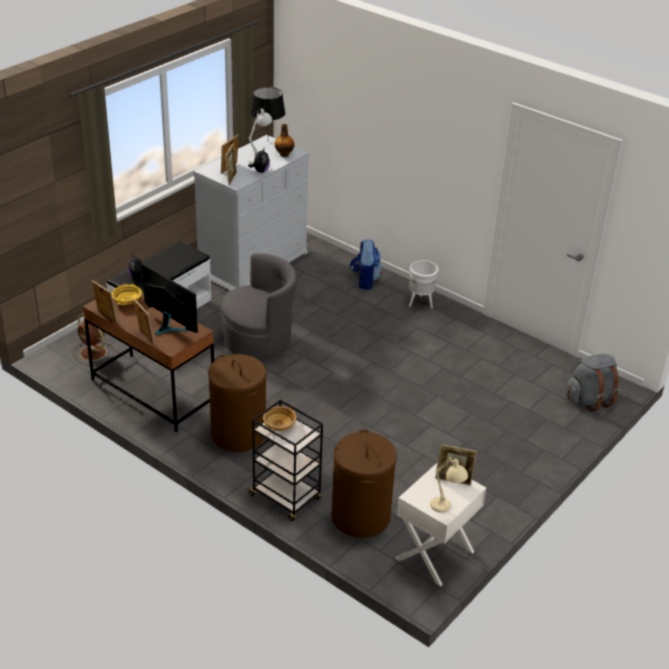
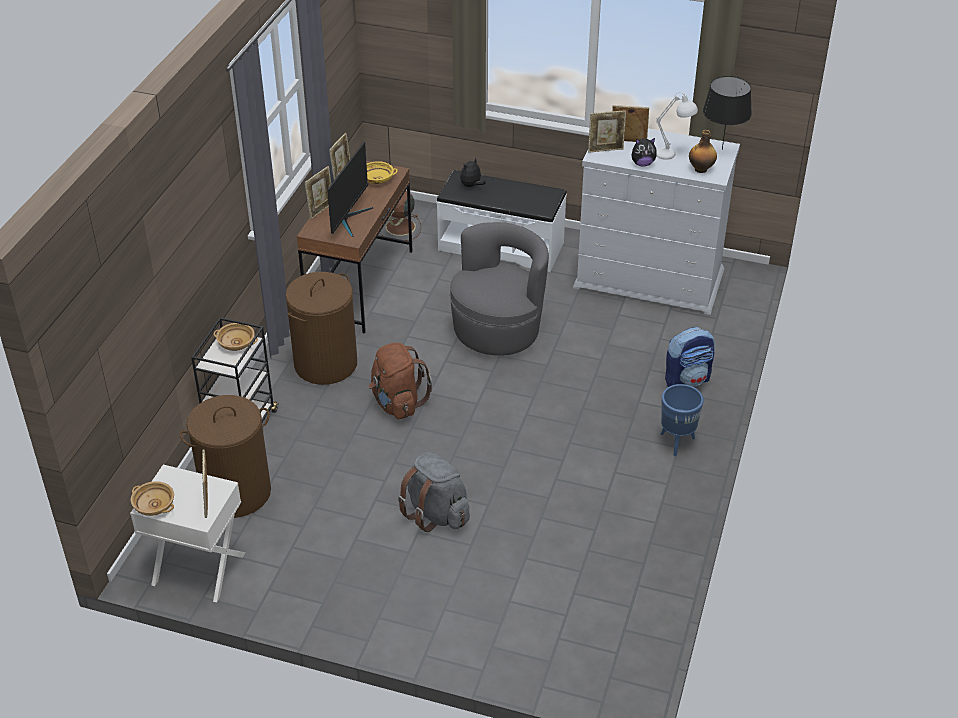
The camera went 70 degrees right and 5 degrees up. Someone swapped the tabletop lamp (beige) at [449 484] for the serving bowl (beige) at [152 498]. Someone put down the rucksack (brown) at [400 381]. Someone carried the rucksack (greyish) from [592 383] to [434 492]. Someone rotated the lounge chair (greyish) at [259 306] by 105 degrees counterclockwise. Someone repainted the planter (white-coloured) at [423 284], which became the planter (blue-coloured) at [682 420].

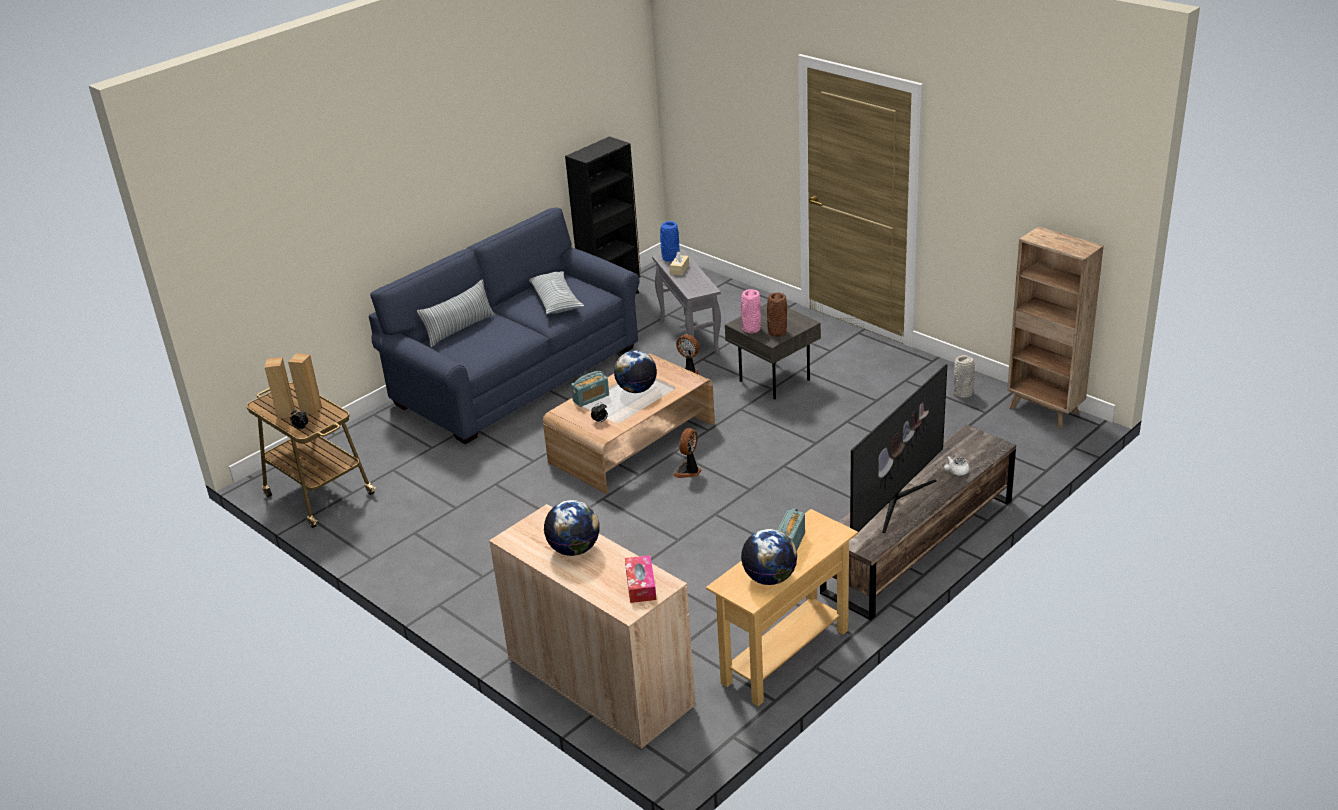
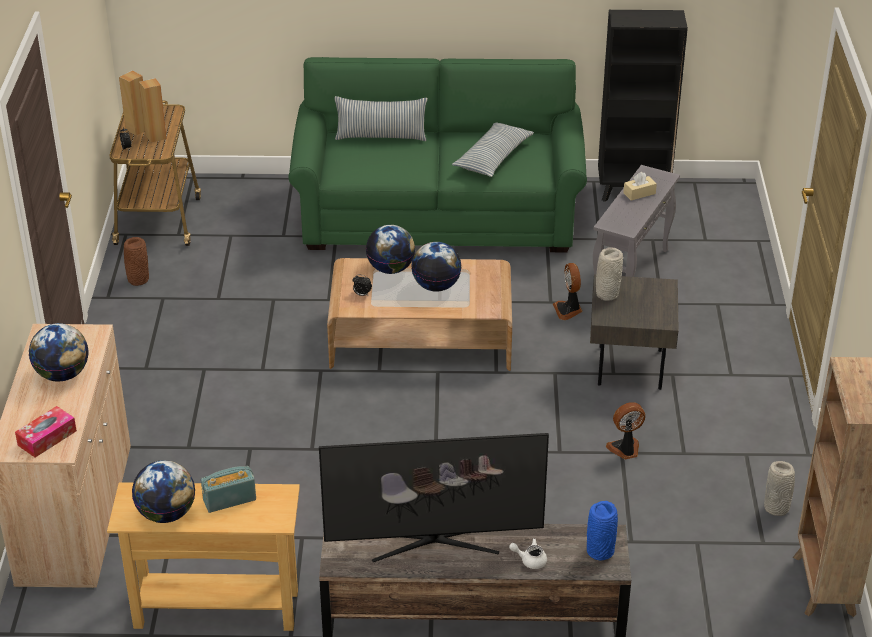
The camera went 45 degrees right and 5 degrees up. Someone carried the flower vase (brown) from [777 314] to [136 261]. Someone repainted the sofa (blue-coloured) at [504 326], which became the sofa (greenish) at [437 154]. Someone swapped the radio at [590 389] for the globe at [390 249]. Someone carried the flower vase (blue-coloured) from [669 241] to [602 531]. Someone repainted the flower vase (pink) at [751 311], which became the flower vase (greyish) at [609 274]. Someone carried the cooling fan from [687 453] to [625 431].

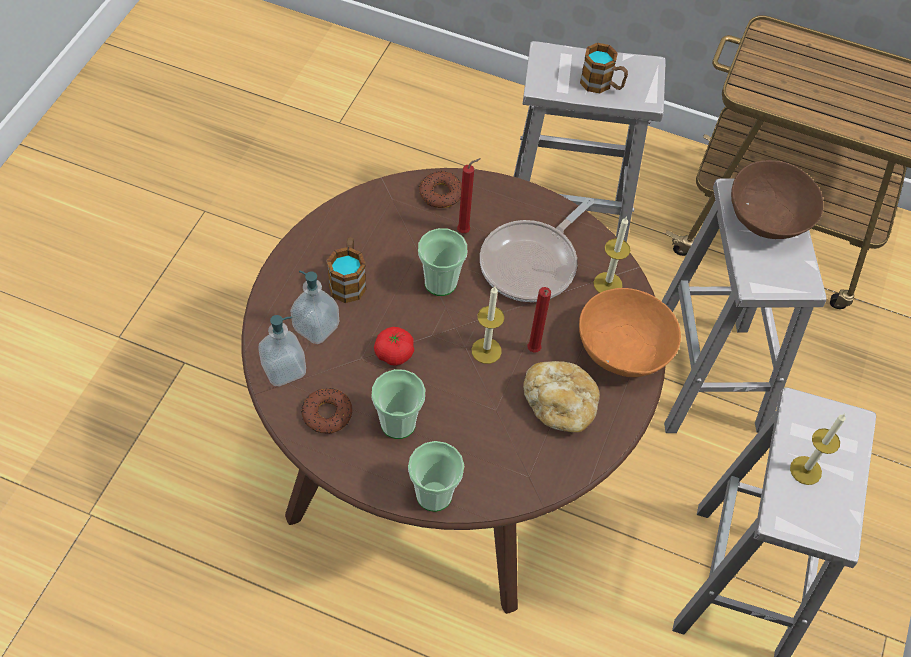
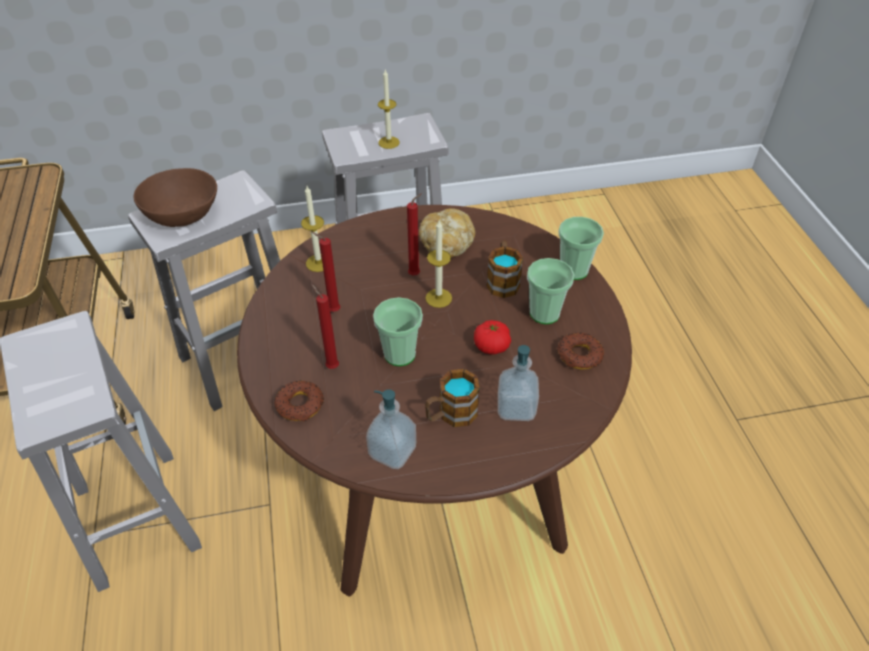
The camera went 120 degrees left and 10 degrees down. Someone swapped the frying pan at [537 250] for the candle (reddish) at [326 272]. Someone carried the soap dispenser from [282 350] to [391 429]. Someone carried the tea mug from [604 68] to [504 269]. Someone took away the serving bowl (orange-coloured) at [630 332].

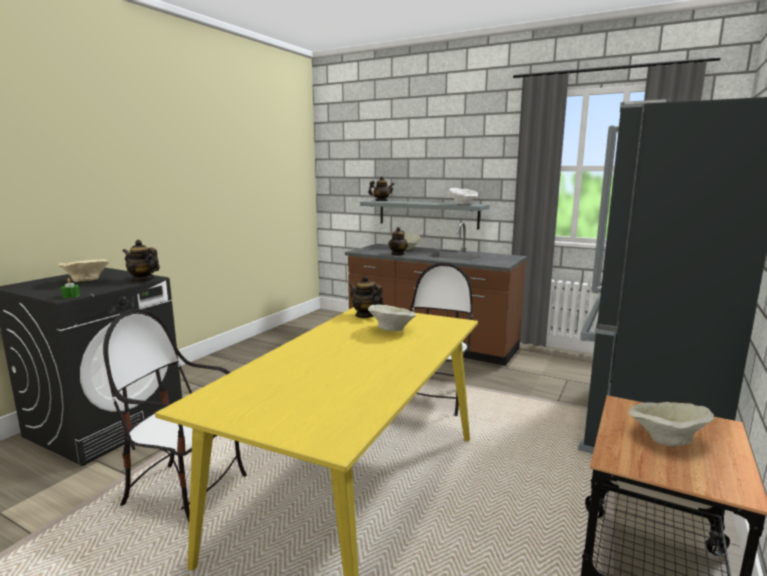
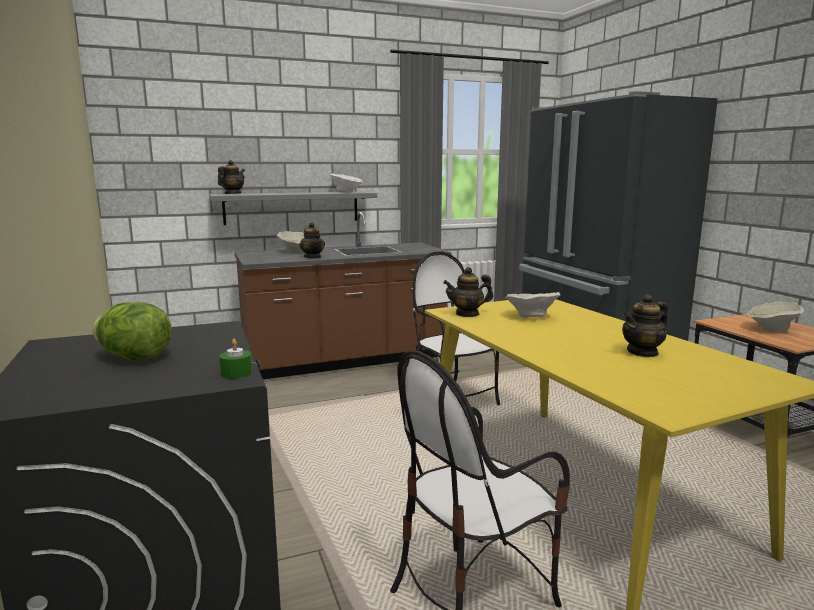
The camera went 50 degrees left and 0 degrees up. Someone swapped the serving bowl (beige) at [83 270] for the head of lettuce at [132 331]. Someone carried the tea pot from [141 261] to [645 325].

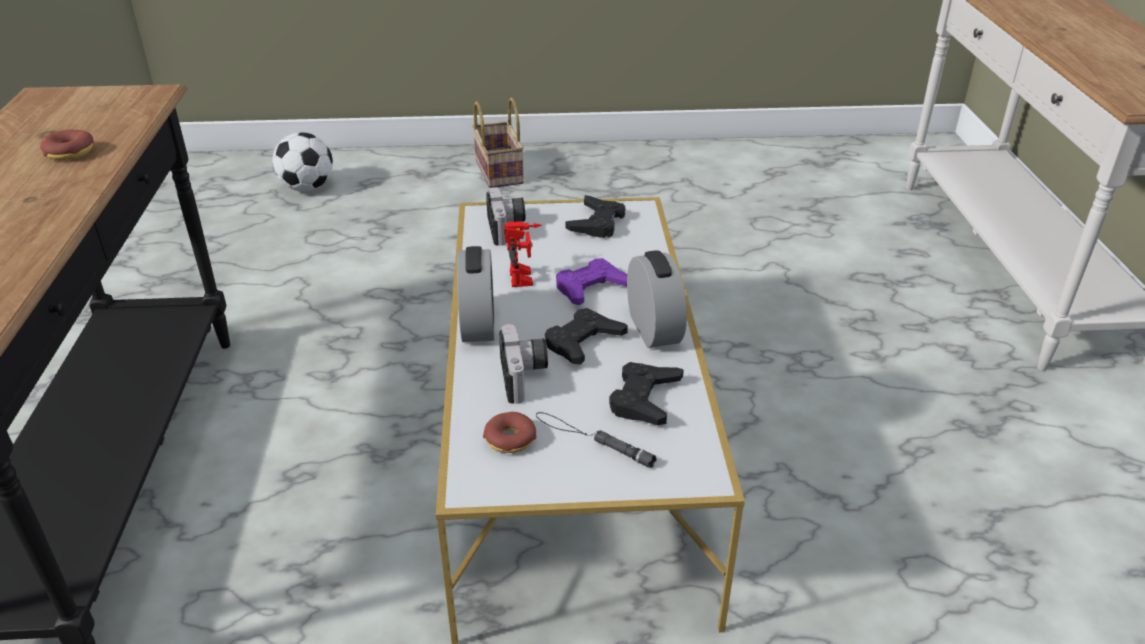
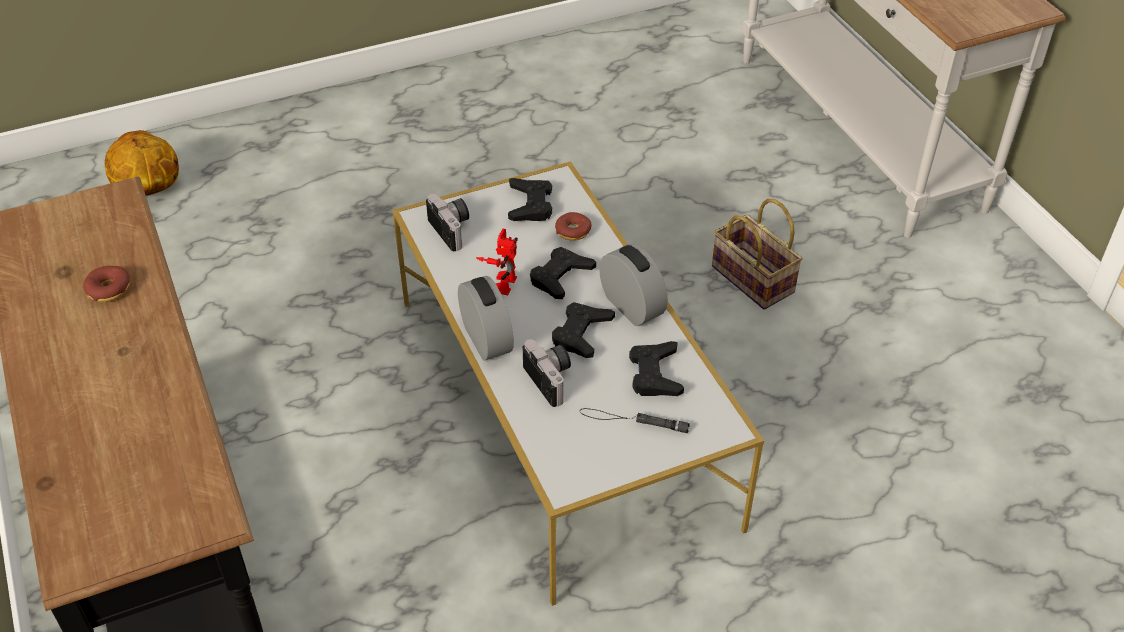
The camera went 20 degrees left and 10 degrees up. Someone swapped the football at [302 162] for the basketball at [142 163]. Someone rotated the robot figure at [523 254] by 135 degrees counterclockwise. Someone repainted the gamepad (purple-coloured) at [591 281], which became the gamepad (black-coloured) at [563 273]. Someone carried the donut from [509 432] to [573 226]. Someone carried the household basket from [498 143] to [757 254].

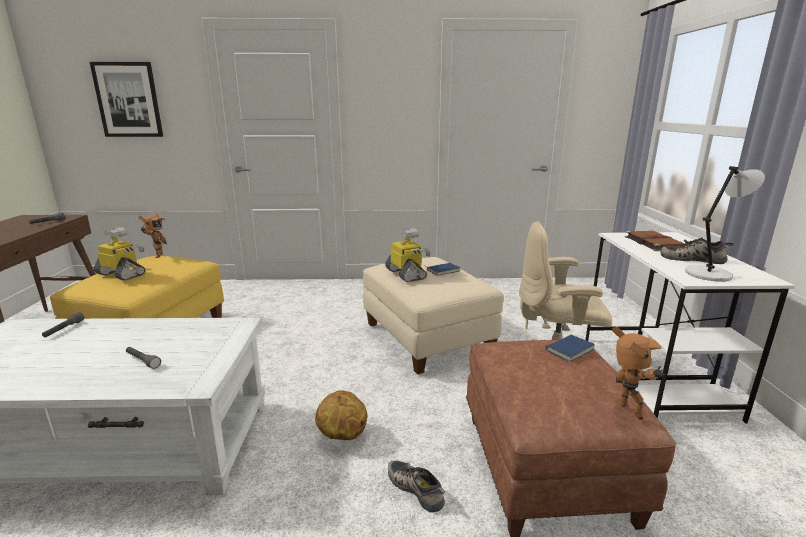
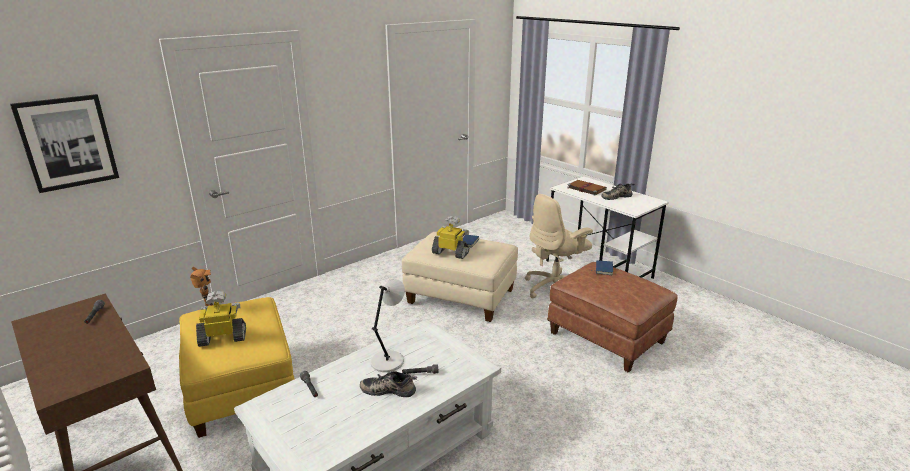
The camera went 40 degrees left and 5 degrees up. Someone carried the low shoe from [416 486] to [388 384]. Someone carried the tabletop lamp (greyish) from [725 224] to [387 325]. Someone took away the basketball at [341 415]. Someone took away the robot figure at [638 373].

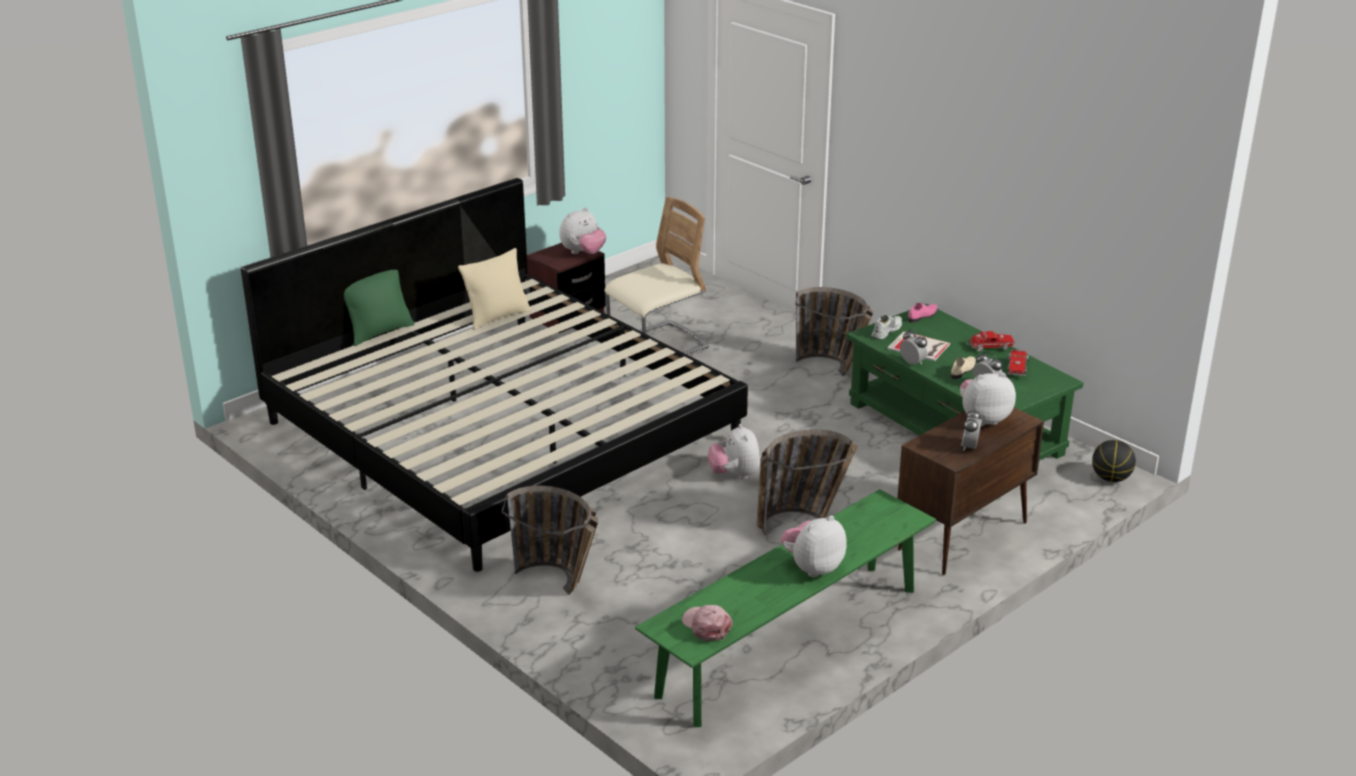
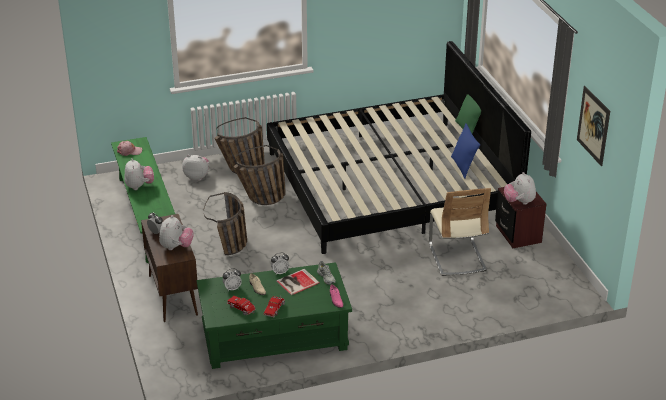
The camera went 115 degrees right and 5 degrees up. Someone carried the plush toy from [734 451] to [195 168]. Someone carried the household basket from [834 331] to [259 175]. Someone repainted the cushion (beige) at [494 289], which became the cushion (blue-coloured) at [465 150]. Someone put up the wall art at [593 126]. Someone took away the basketball at [1114 461].

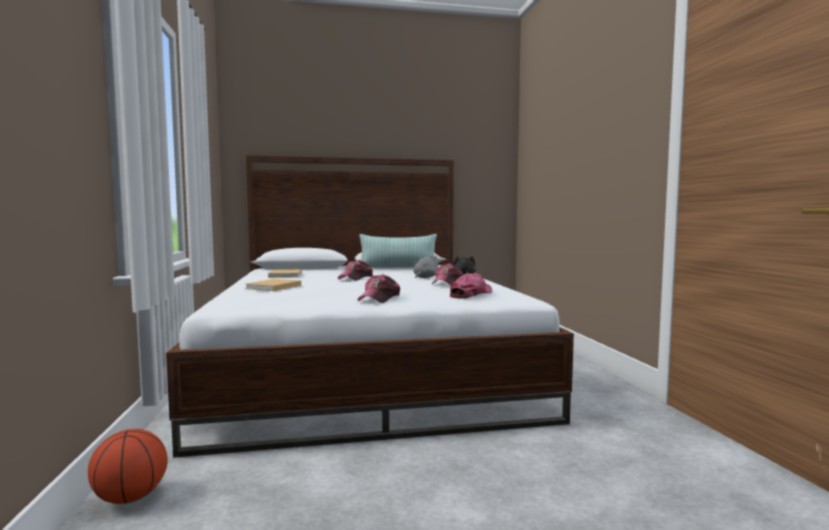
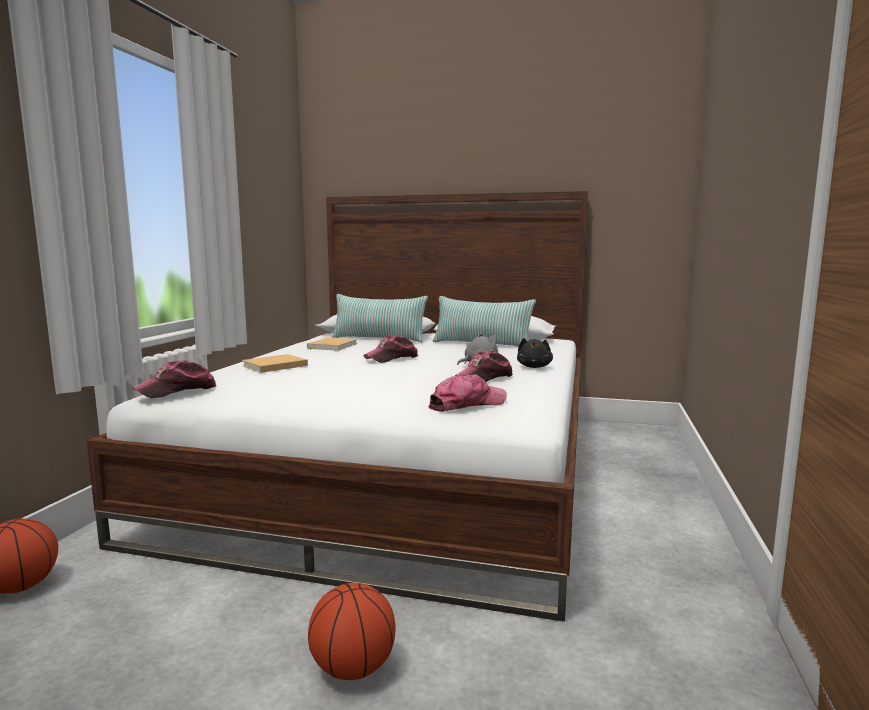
The camera went 25 degrees right and 5 degrees up. Someone carried the cap from [379 288] to [174 379]. Someone put down the basketball at [351 631]. Someone put down the cushion at [379 318].

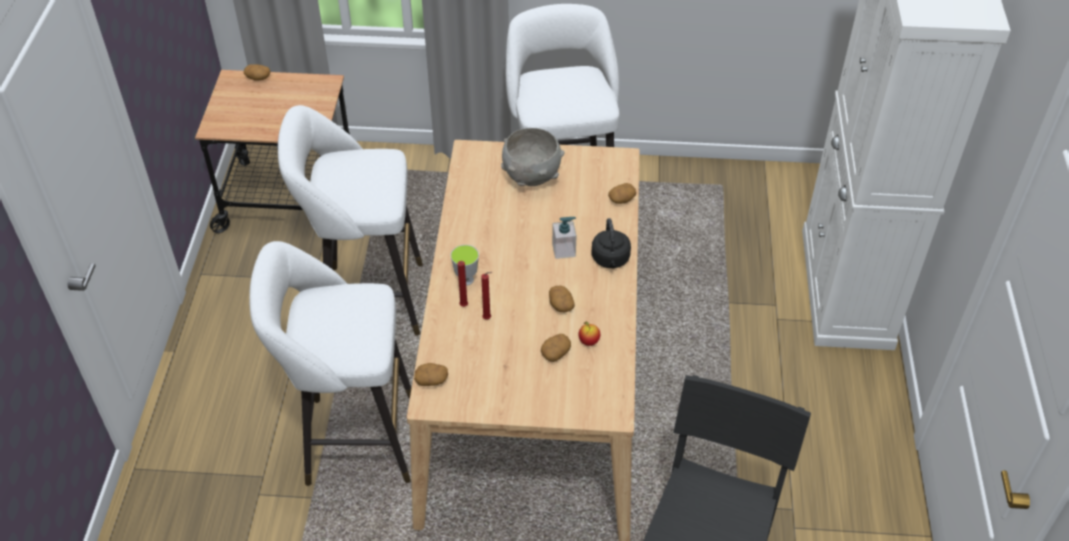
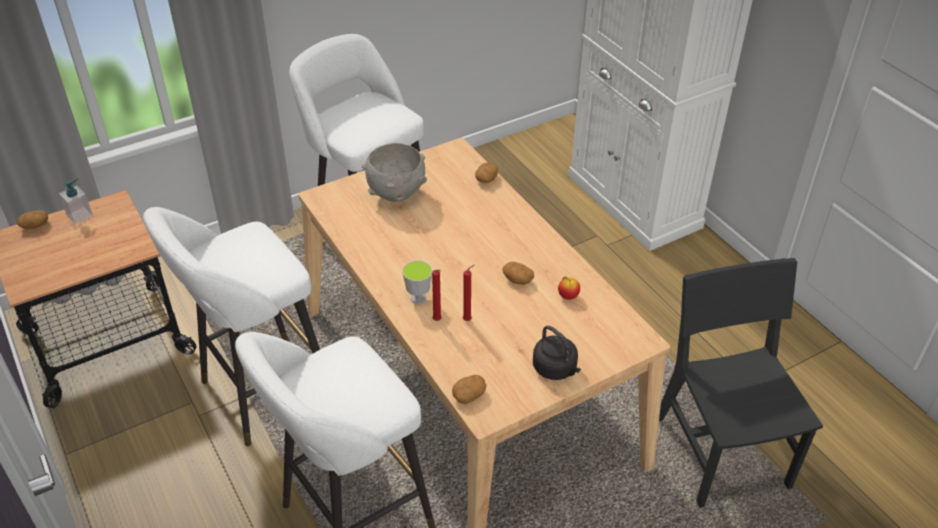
The camera went 35 degrees left and 5 degrees down. Someone carried the soap dispenser from [564 238] to [76 201]. Someone carried the tea kettle (black-coloured) from [611 243] to [557 352]. Someone took away the spud at [556 348].

